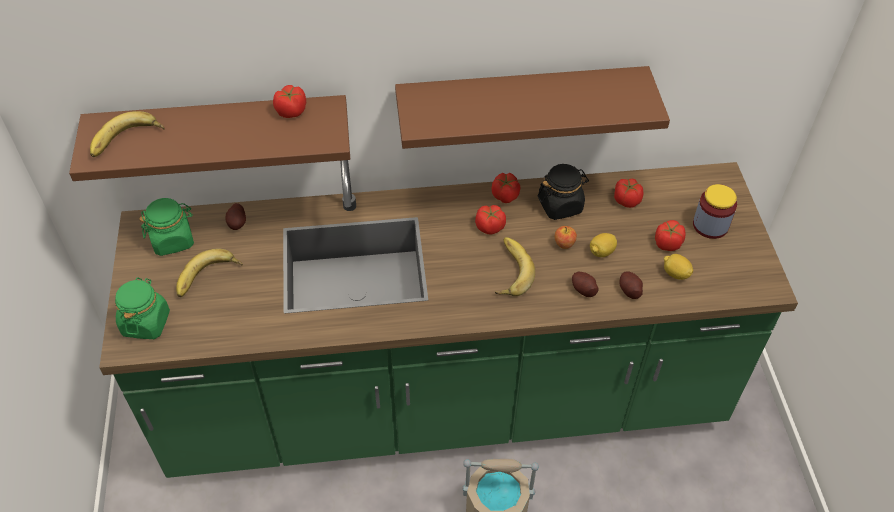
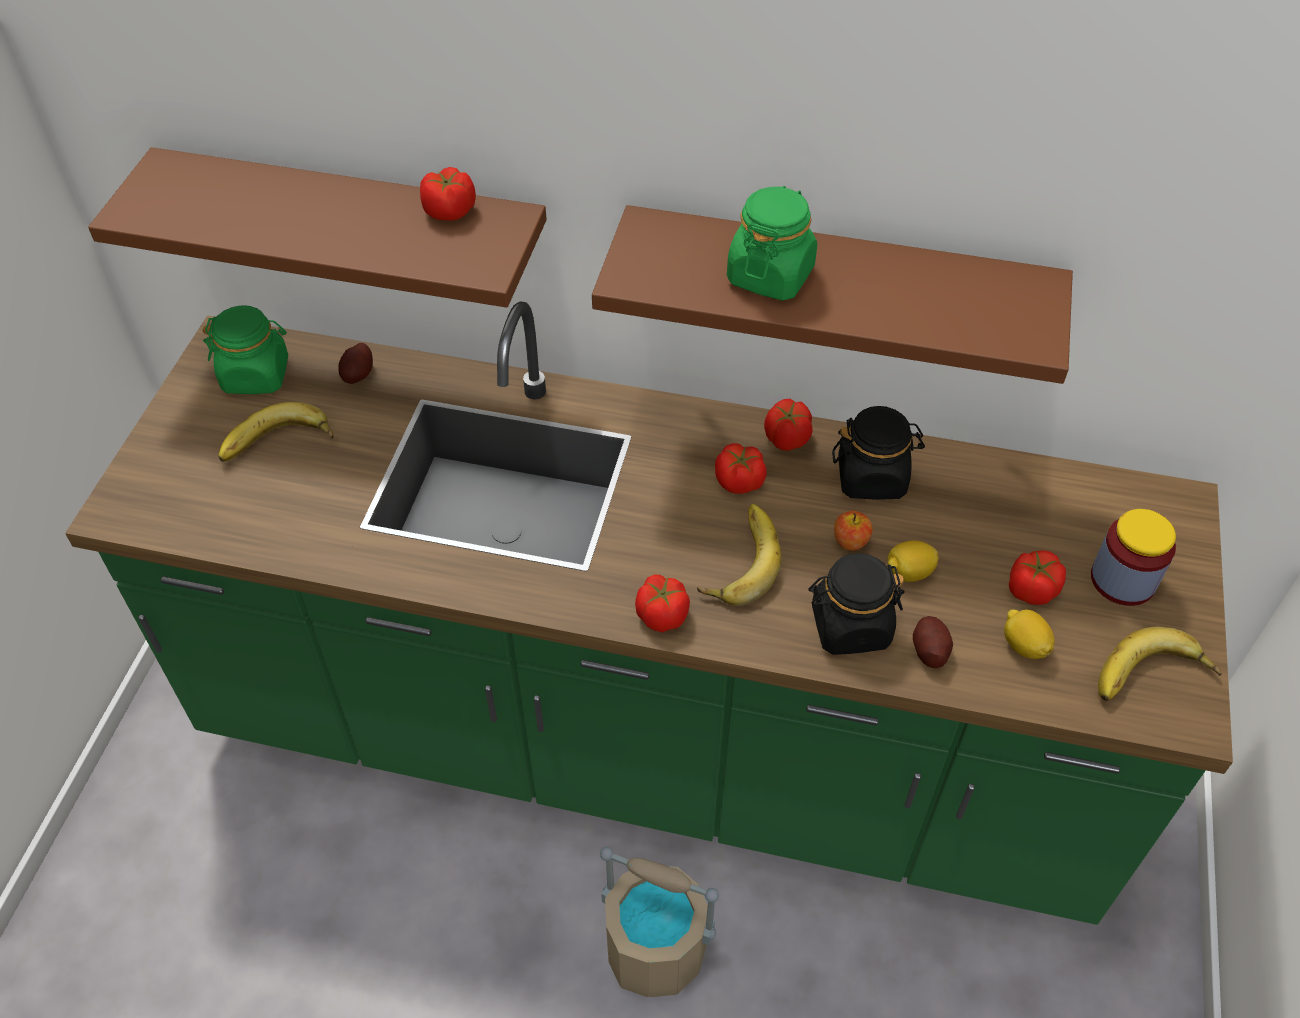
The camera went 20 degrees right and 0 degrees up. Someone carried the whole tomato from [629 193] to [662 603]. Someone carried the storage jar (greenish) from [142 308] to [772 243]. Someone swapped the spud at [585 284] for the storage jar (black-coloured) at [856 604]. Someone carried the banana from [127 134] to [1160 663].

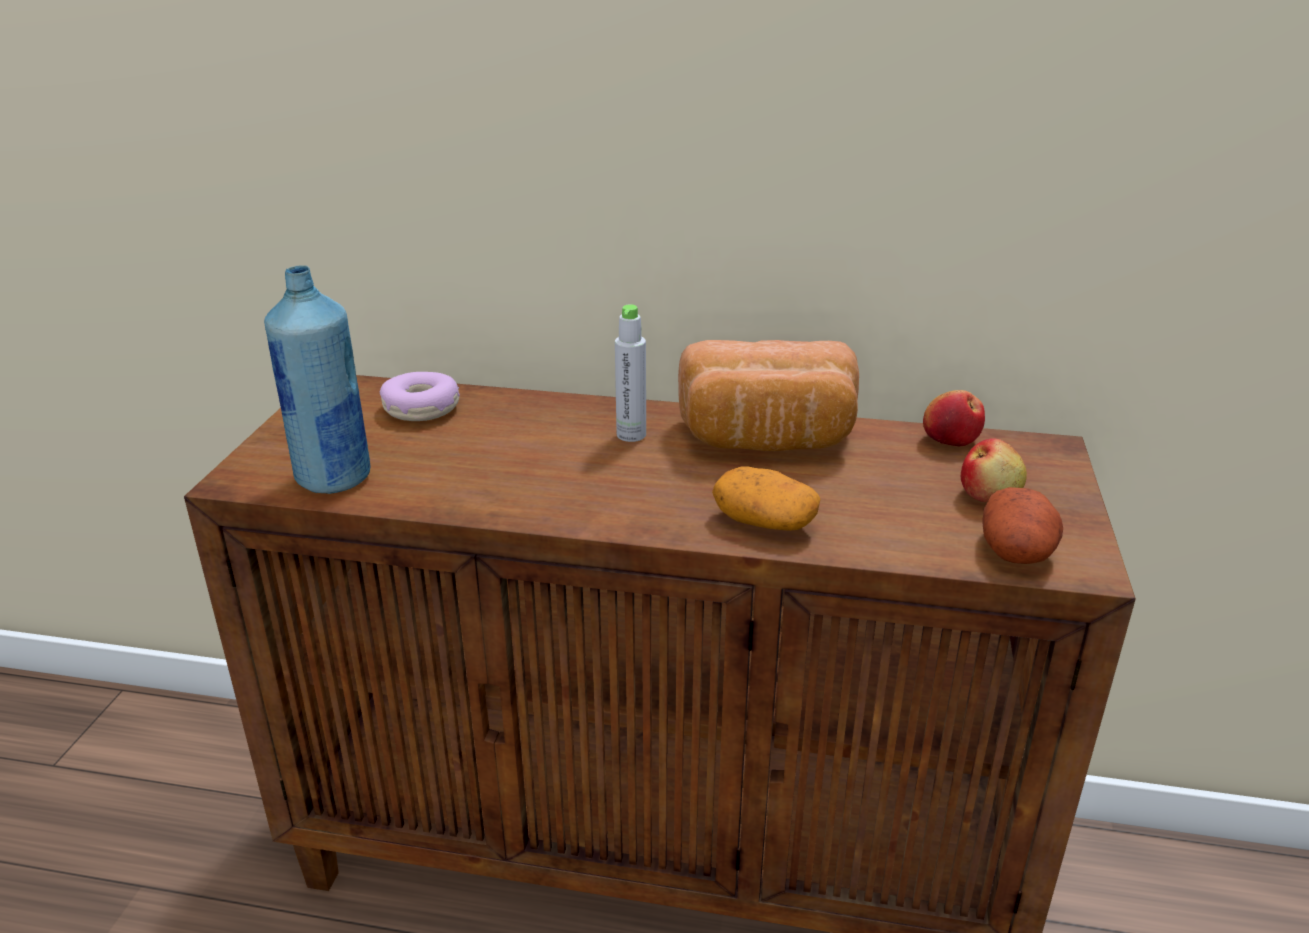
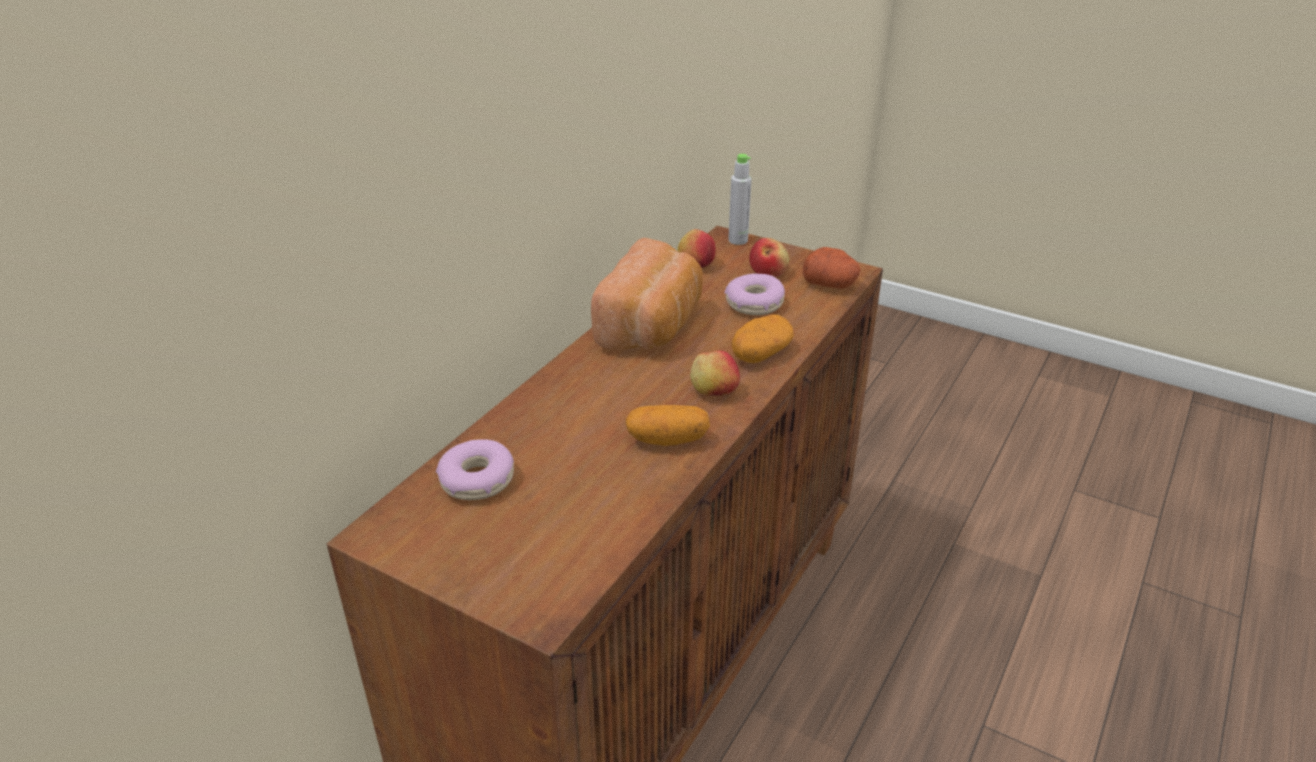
The camera went 70 degrees left and 5 degrees up. Someone put down the spud at [667 425]. Someone put down the apple fruit at [715 373]. Someone put down the donut at [754 294]. Someone carried the beverage bottle (greyish) from [630 373] to [740 199]. Someone took away the beverage bottle (blue-coloured) at [317 379].

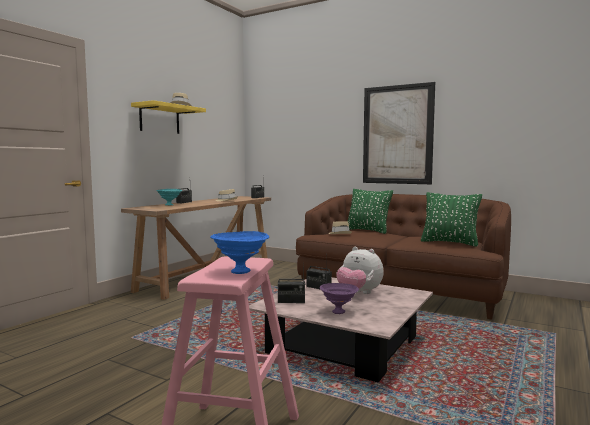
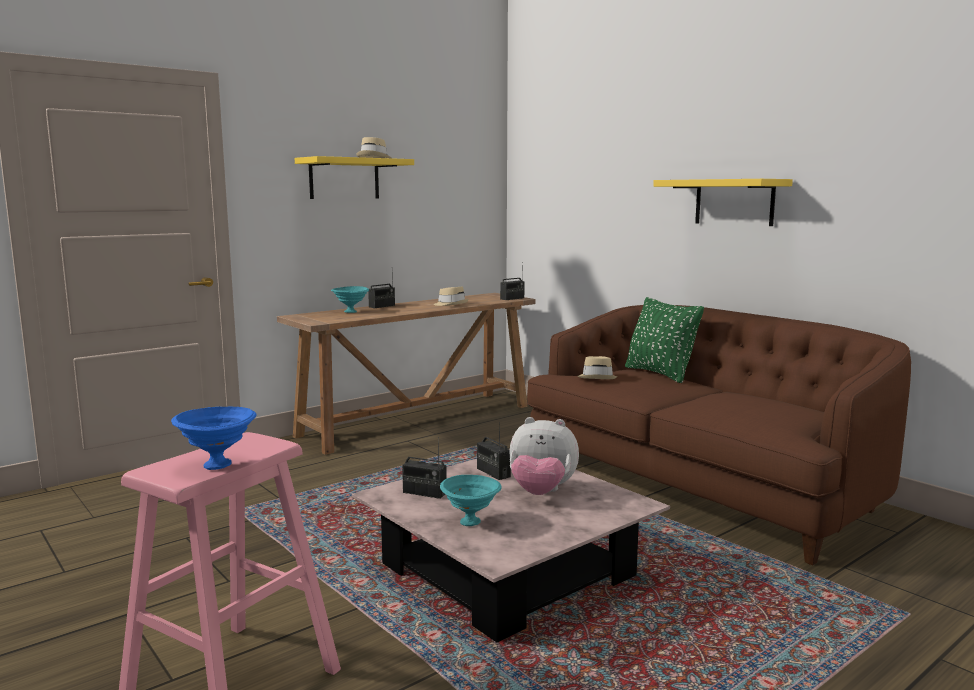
The camera went 20 degrees right and 5 degrees up. Someone repainted the serving bowl (purple-coloured) at [339 298], which became the serving bowl (turquoise) at [470 500]. Someone rotated the plush toy at [360 270] by 45 degrees counterclockwise. Someone swapped the wall art at [399 133] for the wall shelf (yellow-coloured) at [723 202]. Someone took away the cushion (greenish) at [451 219].

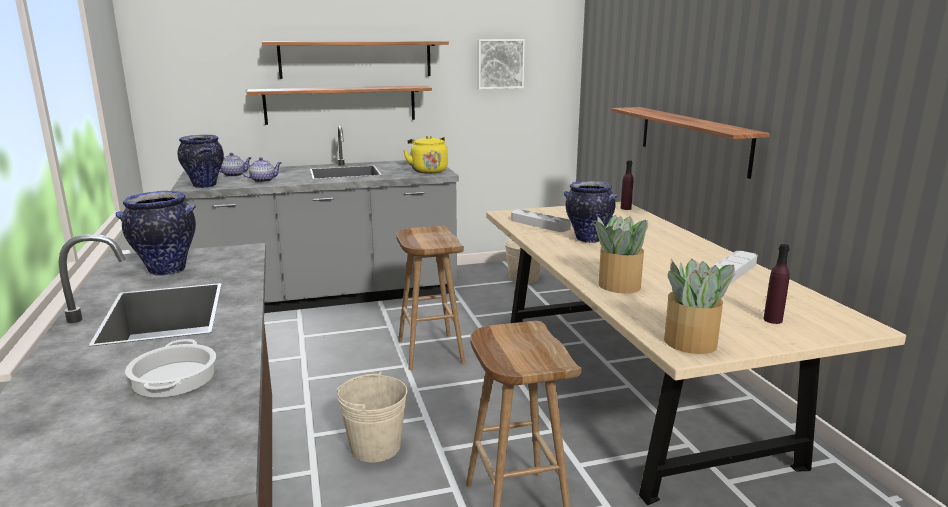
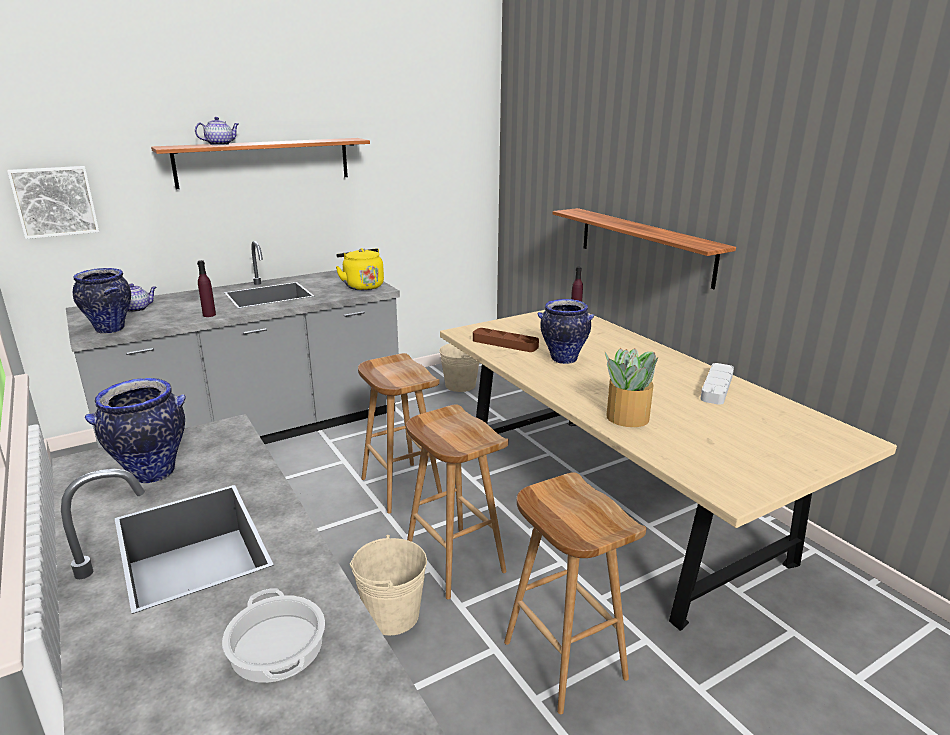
The camera went 15 degrees left and 5 degrees up. Someone carried the wall art from [501 64] to [53 202]. Someone carried the tea pot from [261 170] to [217 131]. Someone carried the beverage bottle (purple-coloured) from [776 284] to [206 288]. Someone put down the stool seat (brown) at [457 501]. Someone repainted the carrying tray (greyish) at [541 220], which became the carrying tray (brown) at [506 340]. Someone took away the wall shelf at [339 105]. Someone took away the plant in a pot at [699 306].

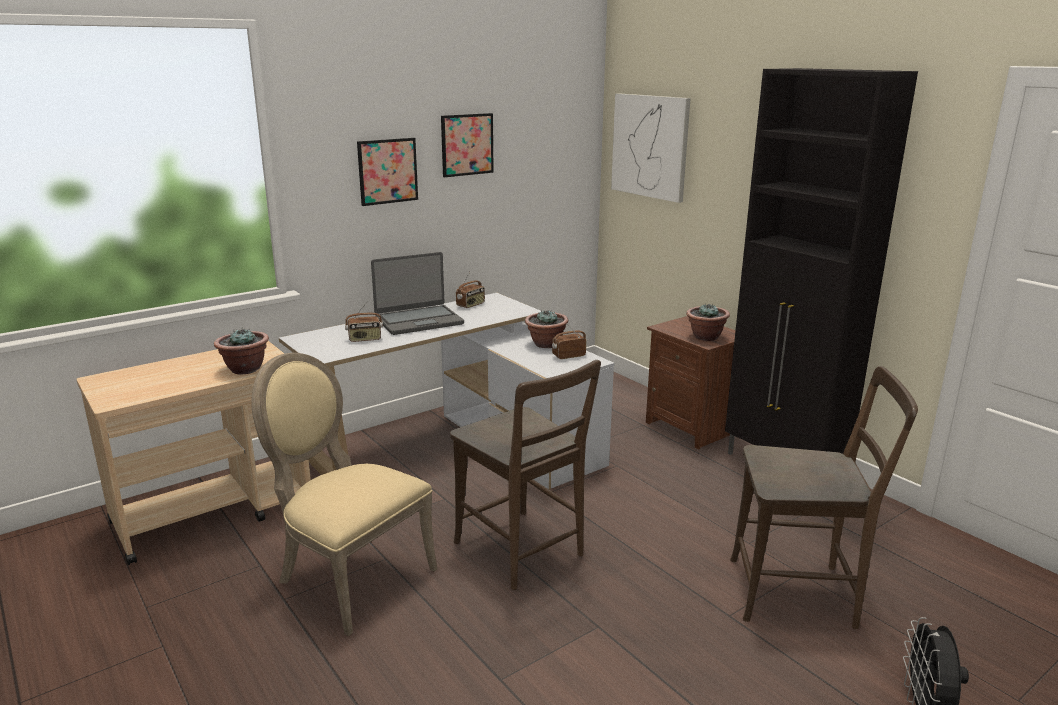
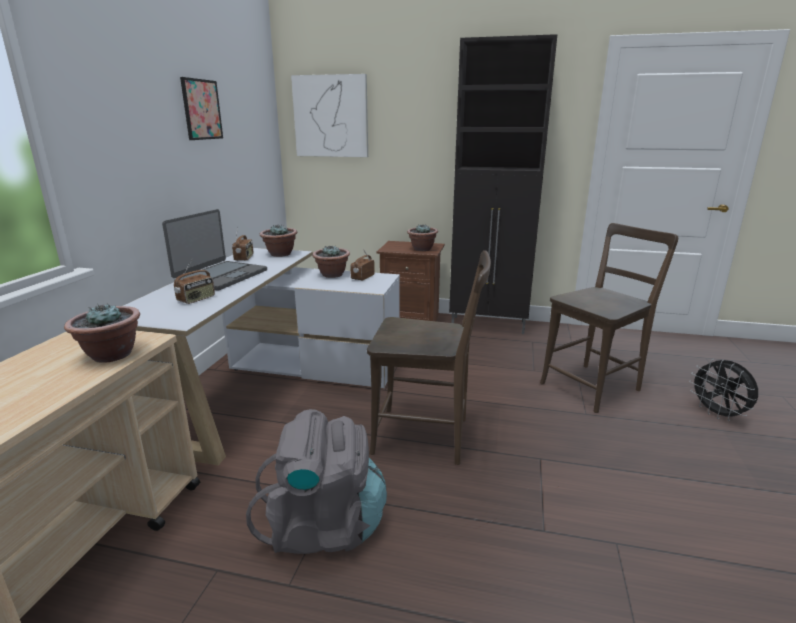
The camera went 40 degrees left and 0 degrees up. Someone swapped the plain chair (beige) at [344 494] for the rucksack (greyish) at [316 481]. Someone put down the plant in a pot at [278 241]. Someone took away the wall art at [387 172].

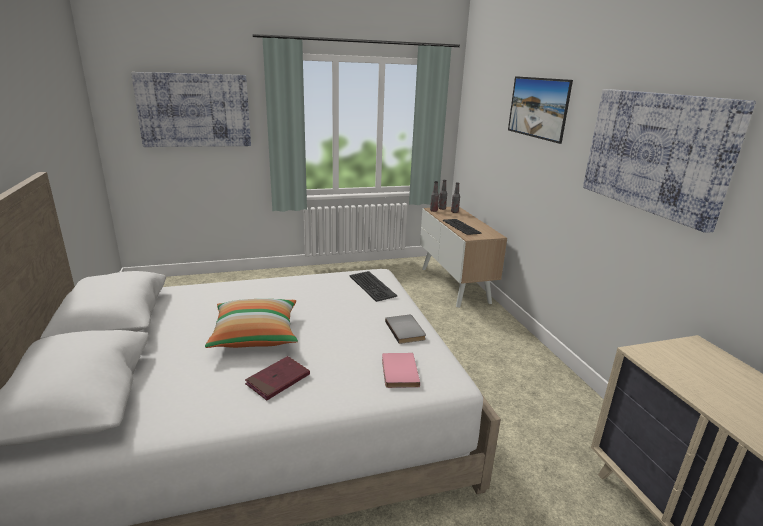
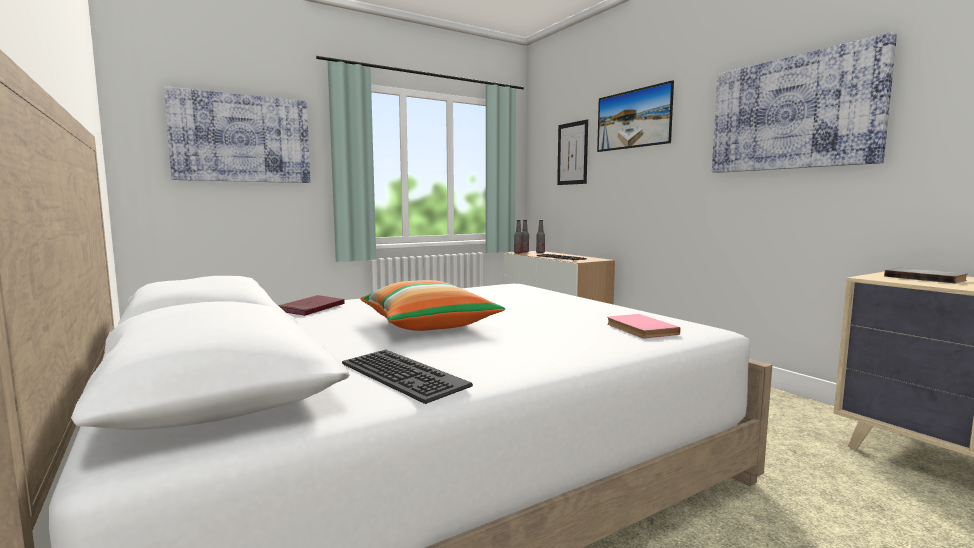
The camera went 15 degrees left and 15 degrees down. Someone carried the book (reddish) from [277 378] to [311 305]. Someone carried the keyboard from [373 286] to [407 376]. Someone put up the wall art at [572 152]. Someone carried the book (greyish) from [405 329] to [926 275].

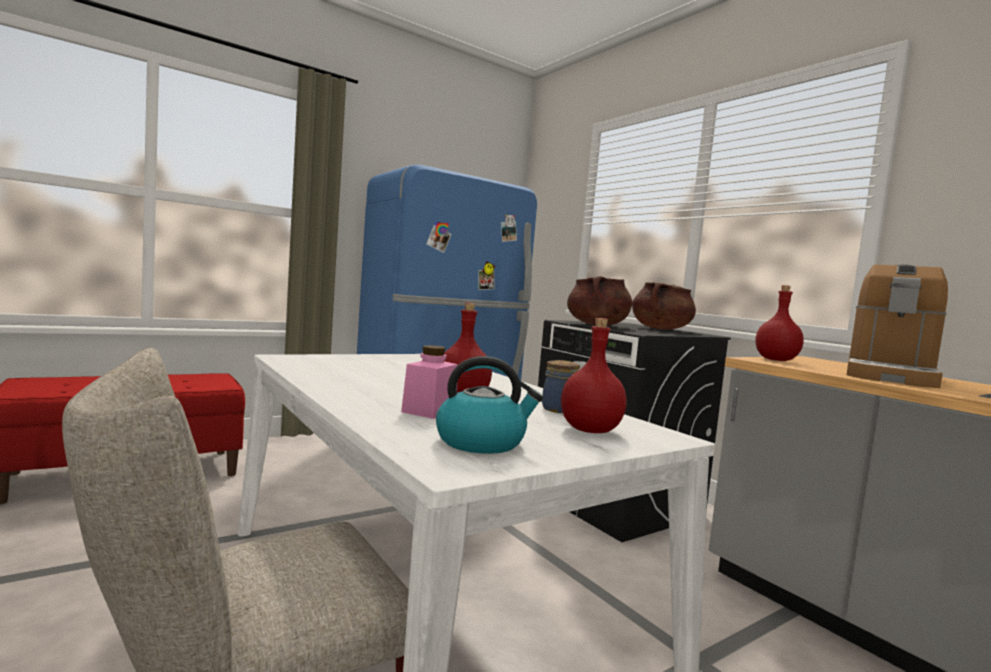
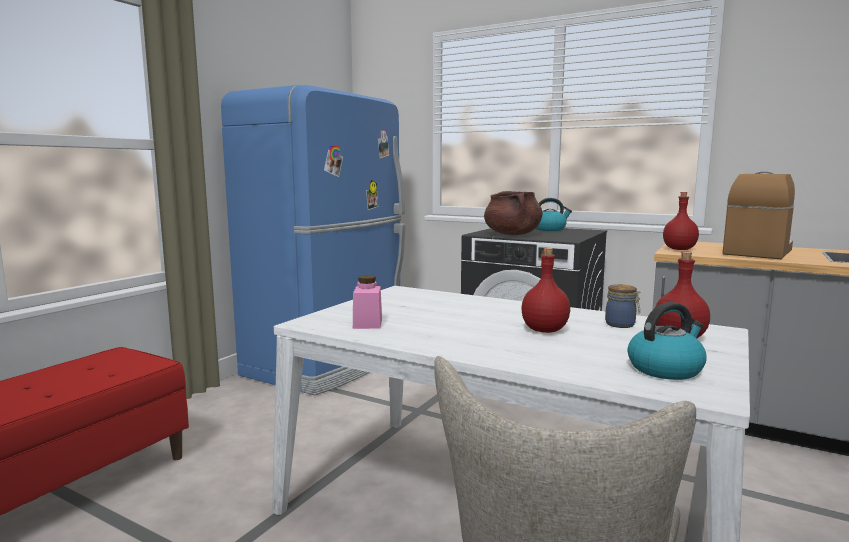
The camera went 25 degrees left and 5 degrees up. Someone carried the storage jar (pink) from [429 382] to [367 302]. Someone swapped the saucepot (brown) at [664 306] for the tea kettle at [553 214]. Someone rotated the coffee maker at [897 326] by 150 degrees counterclockwise.

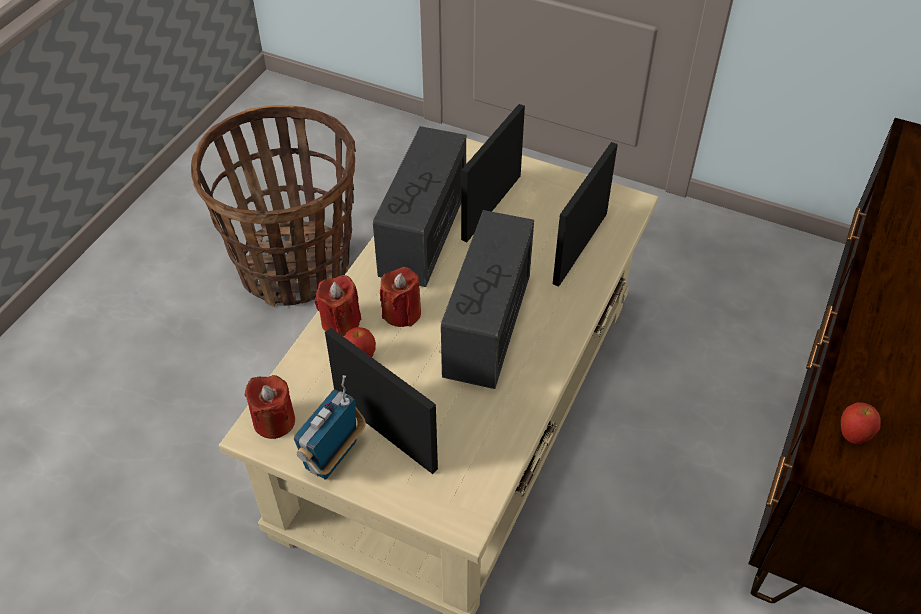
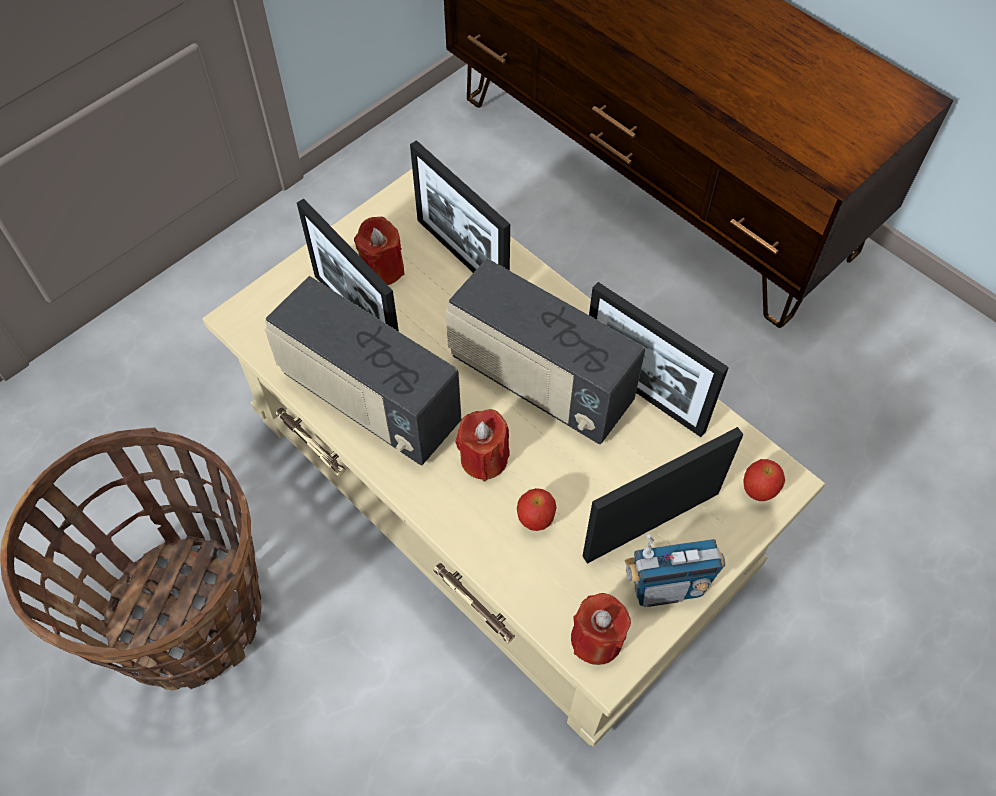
The camera went 70 degrees left and 10 degrees up. Someone carried the candle (reddish) from [338 305] to [379 250]. Someone put down the picture frame at [659 359]. Someone rotated the radio at [330 427] by 60 degrees counterclockwise. Someone carried the apple fruit from [861 423] to [764 480].

